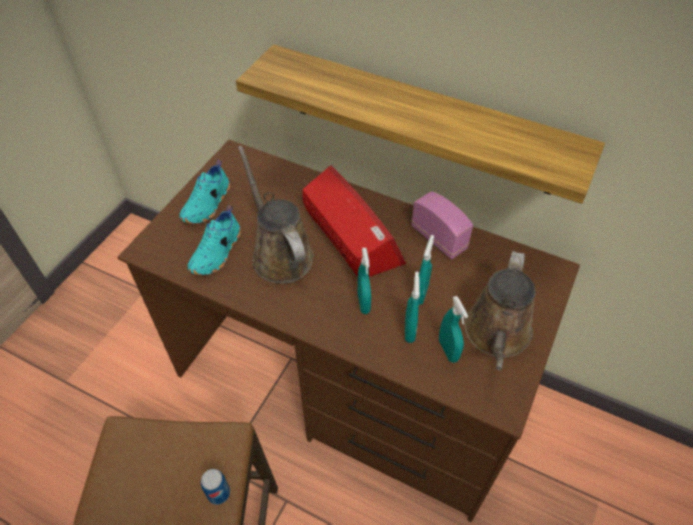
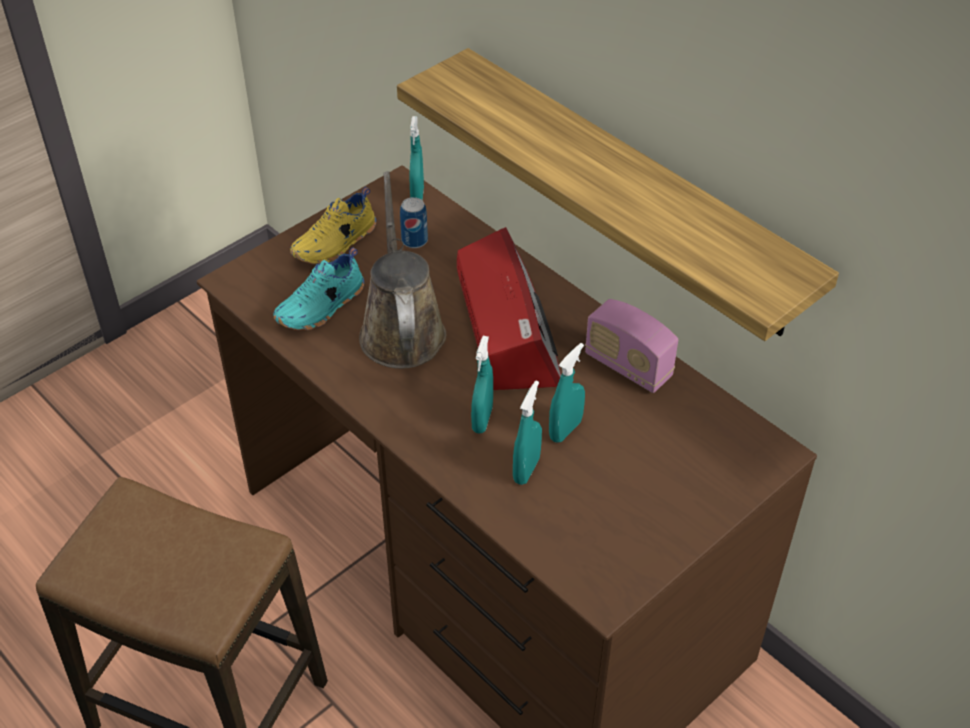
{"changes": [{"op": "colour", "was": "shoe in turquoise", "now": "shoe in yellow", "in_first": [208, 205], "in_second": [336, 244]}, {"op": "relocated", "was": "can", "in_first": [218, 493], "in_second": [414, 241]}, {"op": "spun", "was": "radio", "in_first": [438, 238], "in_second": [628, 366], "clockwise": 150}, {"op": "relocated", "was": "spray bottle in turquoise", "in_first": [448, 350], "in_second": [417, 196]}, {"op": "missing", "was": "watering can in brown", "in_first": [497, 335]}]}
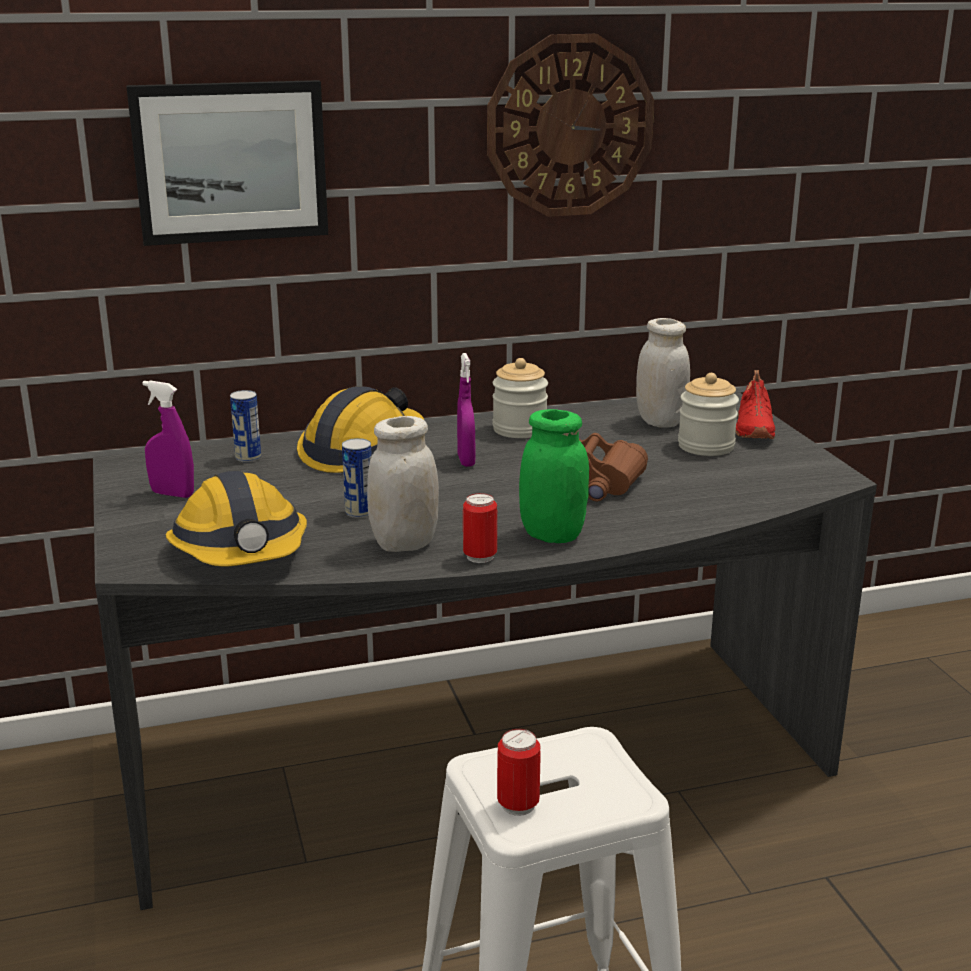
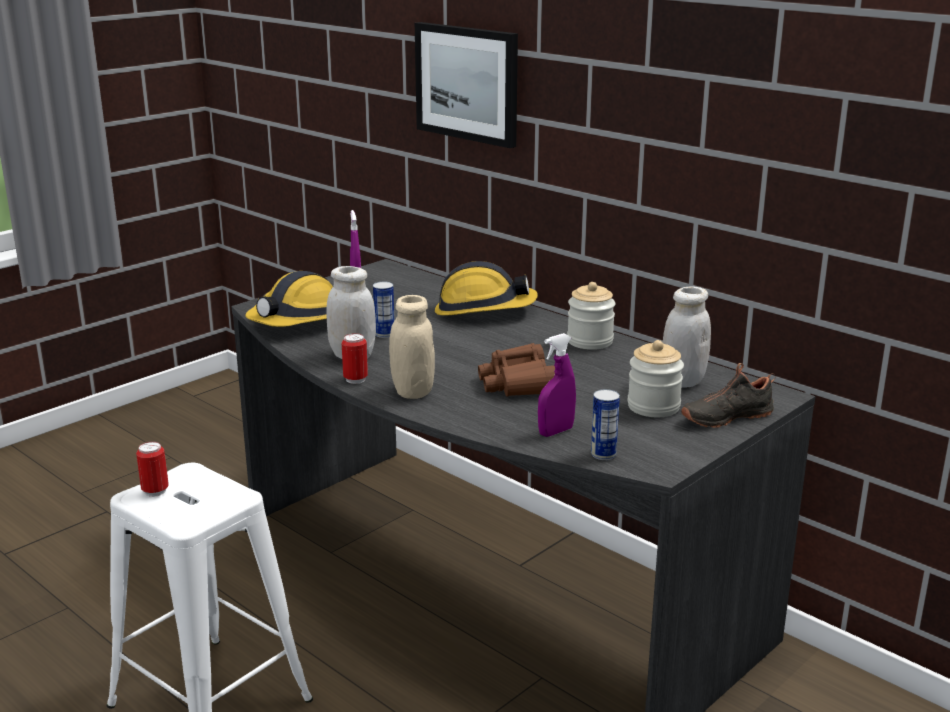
{"changes": [{"op": "relocated", "was": "can", "in_first": [248, 458], "in_second": [603, 454]}, {"op": "relocated", "was": "spray bottle in purple", "in_first": [466, 461], "in_second": [555, 431]}, {"op": "missing", "was": "wall clock", "in_first": [570, 126]}, {"op": "colour", "was": "jar in green", "now": "jar in beige", "in_first": [552, 535], "in_second": [413, 391]}, {"op": "colour", "was": "shoe in red", "now": "shoe in black", "in_first": [752, 428], "in_second": [725, 416]}]}
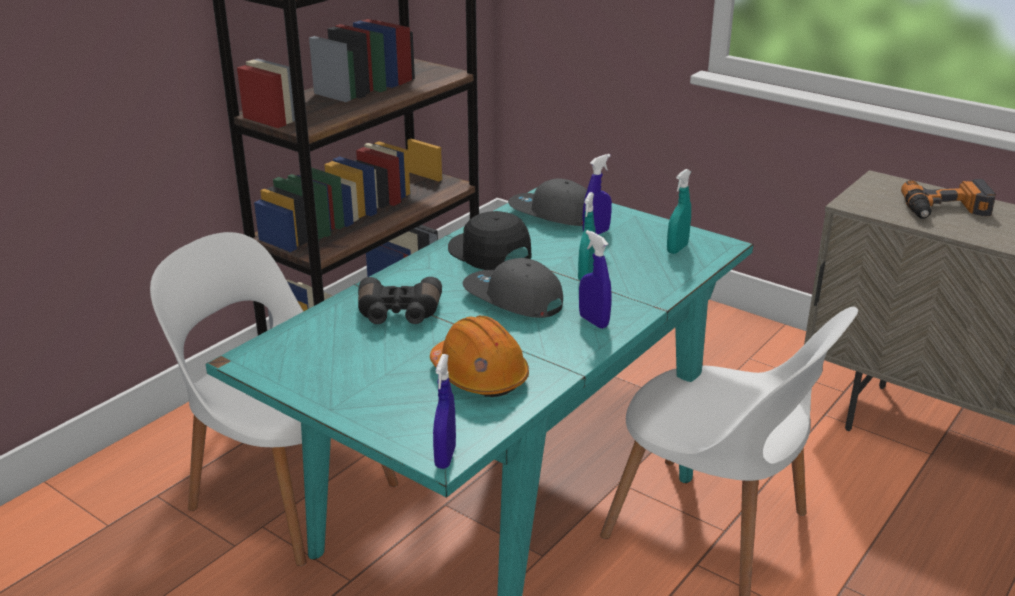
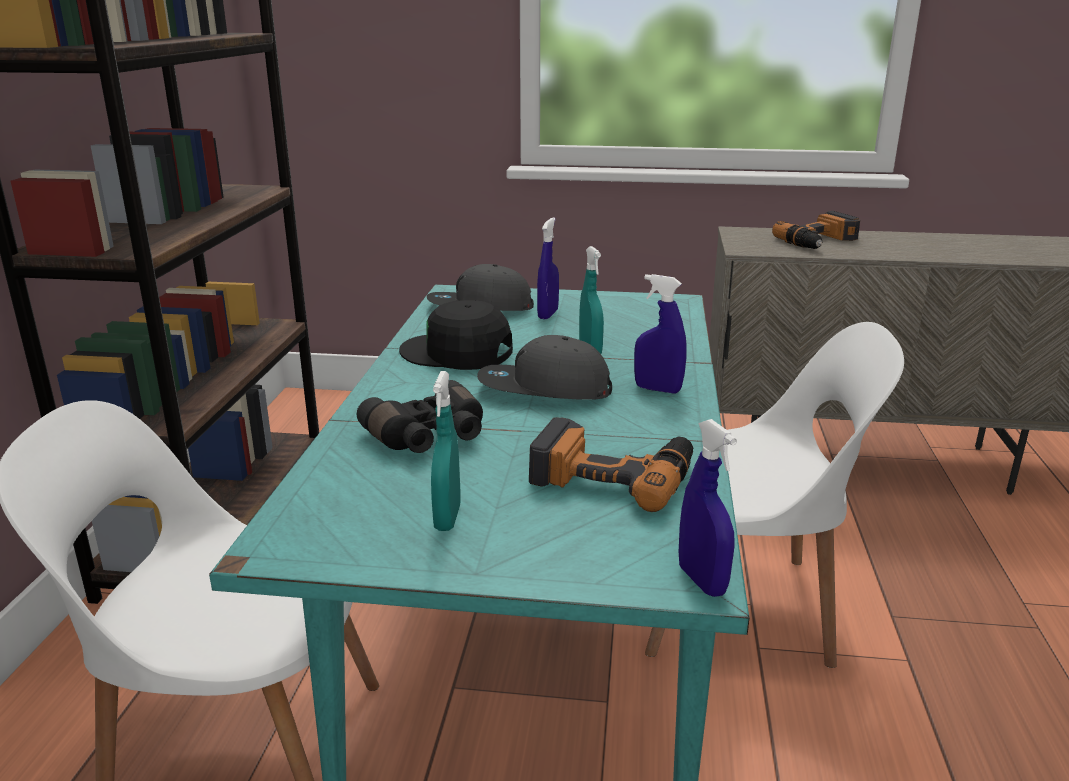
{"changes": [{"op": "exchanged", "was": "hard hat in orange", "now": "power drill", "in_first": [479, 375], "in_second": [612, 474]}, {"op": "relocated", "was": "spray bottle in turquoise", "in_first": [677, 249], "in_second": [447, 518]}]}
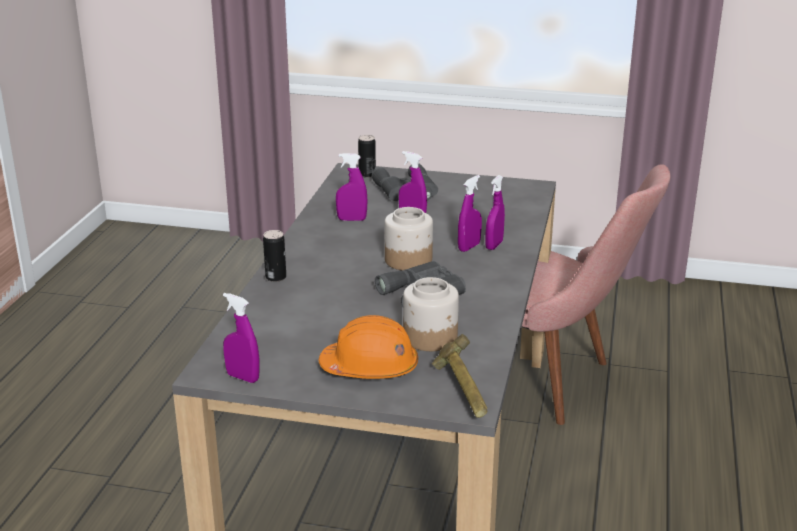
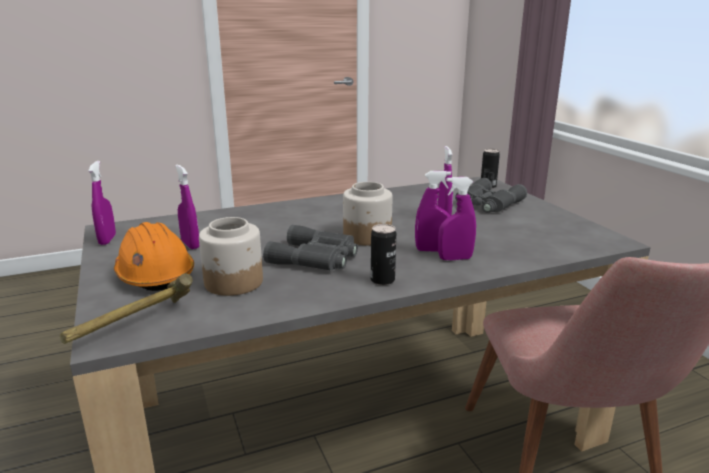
{"changes": [{"op": "relocated", "was": "can", "in_first": [276, 277], "in_second": [382, 280]}, {"op": "relocated", "was": "spray bottle in purple", "in_first": [352, 219], "in_second": [190, 244]}]}
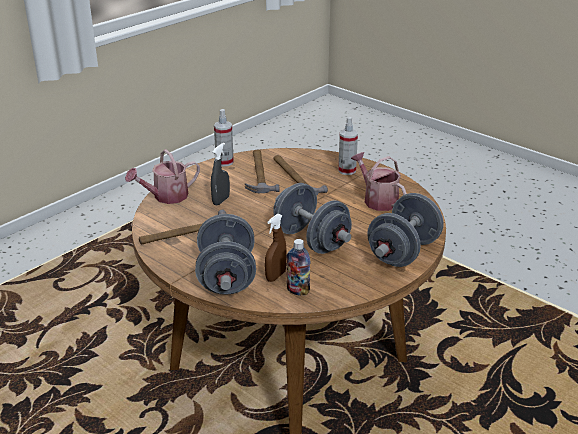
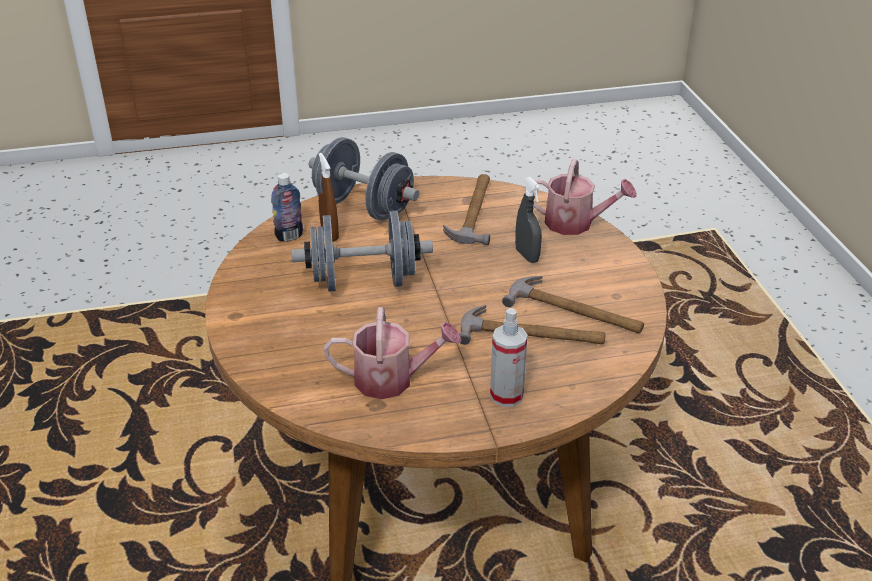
{"changes": [{"op": "spun", "was": "watering can", "in_first": [166, 197], "in_second": [576, 223], "clockwise": 105}, {"op": "missing", "was": "spray bottle", "in_first": [224, 162]}, {"op": "missing", "was": "dumbbell in grey", "in_first": [403, 252]}]}
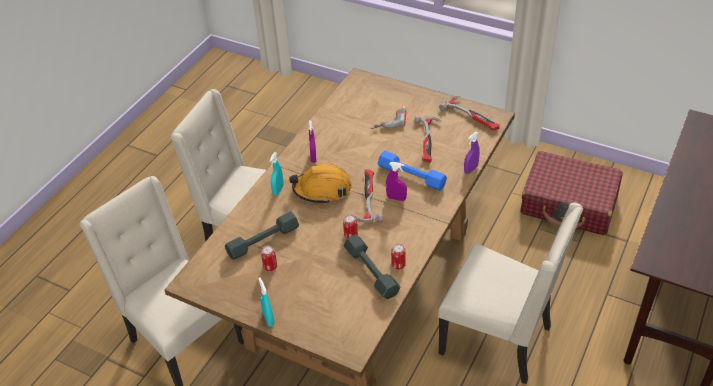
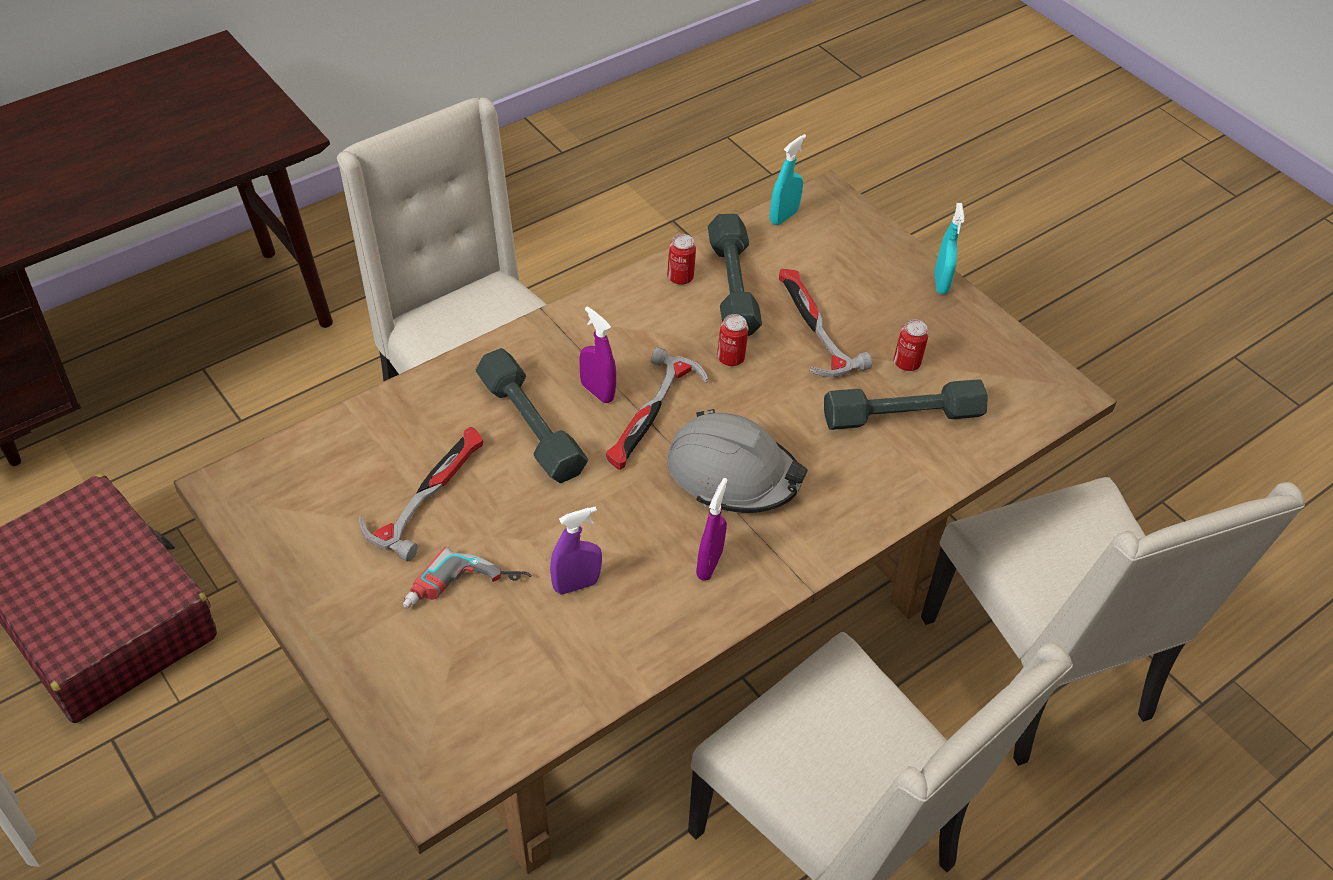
{"changes": [{"op": "relocated", "was": "spray bottle in turquoise", "in_first": [278, 190], "in_second": [783, 217]}, {"op": "colour", "was": "hard hat in orange", "now": "hard hat in grey", "in_first": [322, 189], "in_second": [732, 474]}, {"op": "colour", "was": "dumbbell in blue", "now": "dumbbell in grey", "in_first": [412, 176], "in_second": [530, 426]}, {"op": "relocated", "was": "hammer", "in_first": [472, 116], "in_second": [811, 327]}, {"op": "relocated", "was": "spray bottle in purple", "in_first": [470, 169], "in_second": [576, 585]}]}
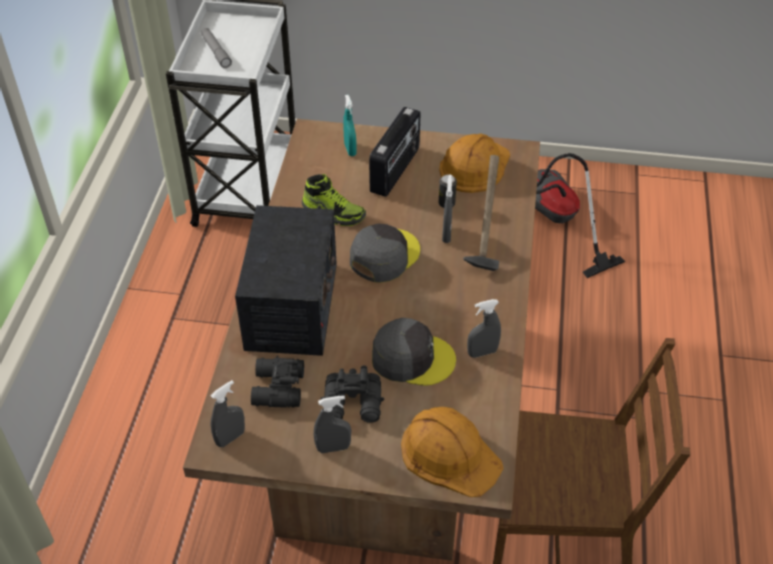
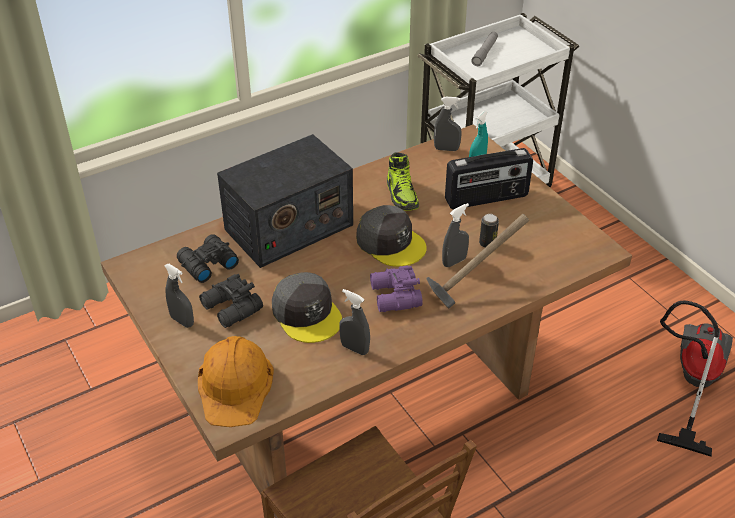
{"changes": [{"op": "relocated", "was": "spray bottle in grey", "in_first": [230, 438], "in_second": [446, 149]}, {"op": "spun", "was": "cap in grey", "in_first": [384, 256], "in_second": [391, 242], "clockwise": 45}, {"op": "missing", "was": "hard hat in orange", "in_first": [474, 166]}, {"op": "appeared", "now": "binoculars in purple", "in_second": [394, 297]}]}
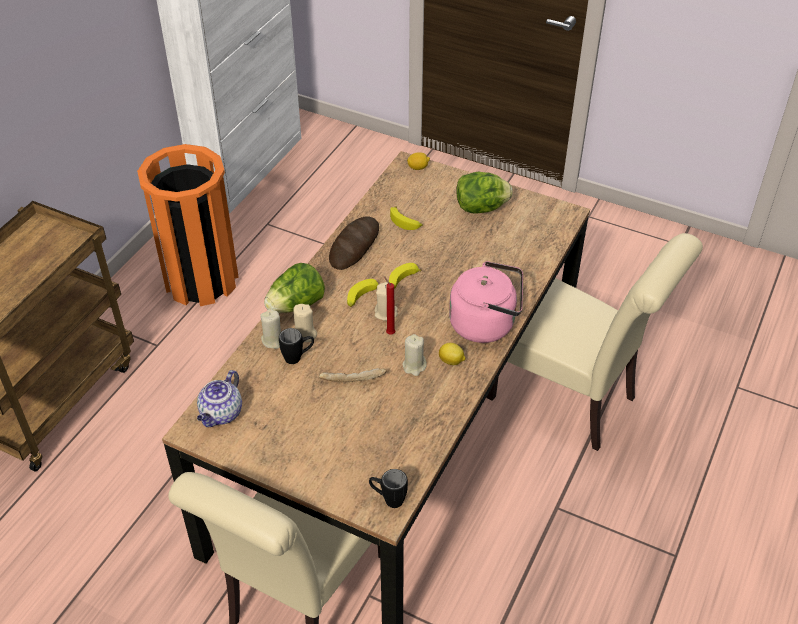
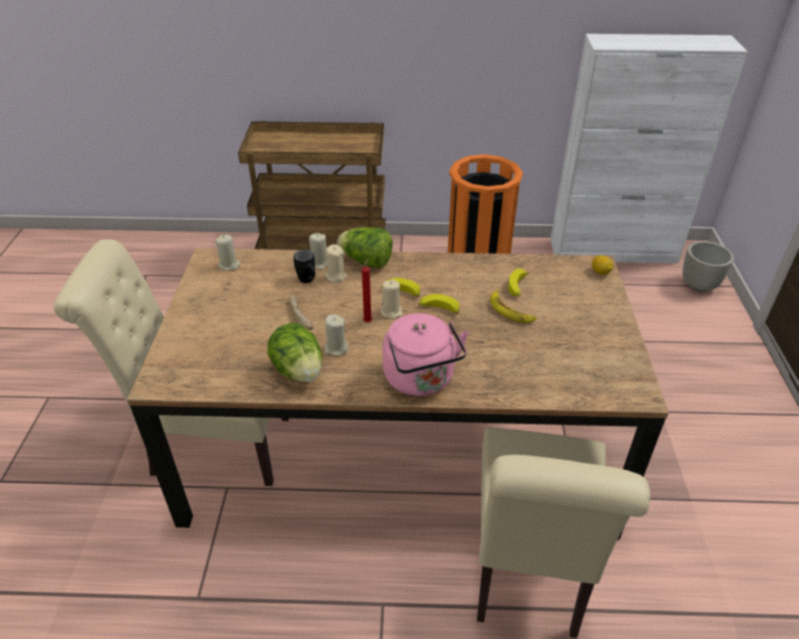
{"changes": [{"op": "exchanged", "was": "teapot", "now": "candle in beige", "in_first": [221, 414], "in_second": [229, 265]}, {"op": "missing", "was": "bread", "in_first": [354, 246]}, {"op": "missing", "was": "mug in black", "in_first": [388, 499]}, {"op": "missing", "was": "lemon", "in_first": [451, 361]}, {"op": "relocated", "was": "lettuce", "in_first": [481, 208], "in_second": [298, 370]}, {"op": "appeared", "now": "banana", "in_second": [510, 311]}, {"op": "appeared", "now": "planter in grey", "in_second": [699, 285]}]}
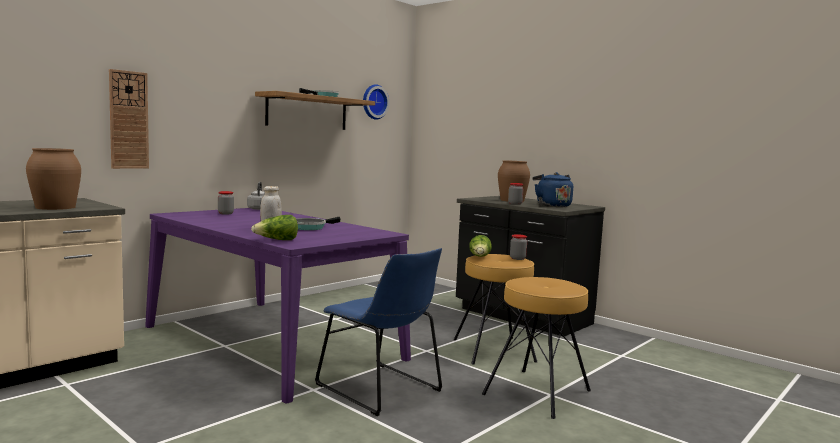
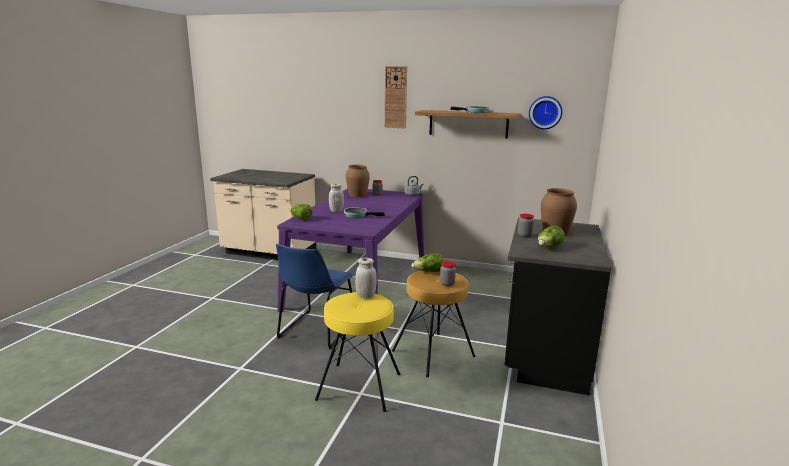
{"changes": [{"op": "relocated", "was": "vase in brown", "in_first": [55, 207], "in_second": [357, 195]}, {"op": "relocated", "was": "wall clock", "in_first": [128, 120], "in_second": [395, 97]}, {"op": "colour", "was": "stool in brown", "now": "stool in yellow", "in_first": [538, 392], "in_second": [359, 387]}, {"op": "exchanged", "was": "kettle in blue", "now": "lettuce", "in_first": [552, 205], "in_second": [549, 247]}, {"op": "appeared", "now": "jar in white", "in_second": [365, 296]}]}
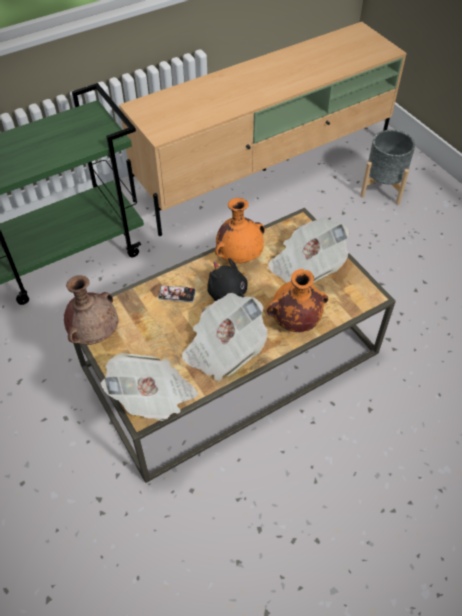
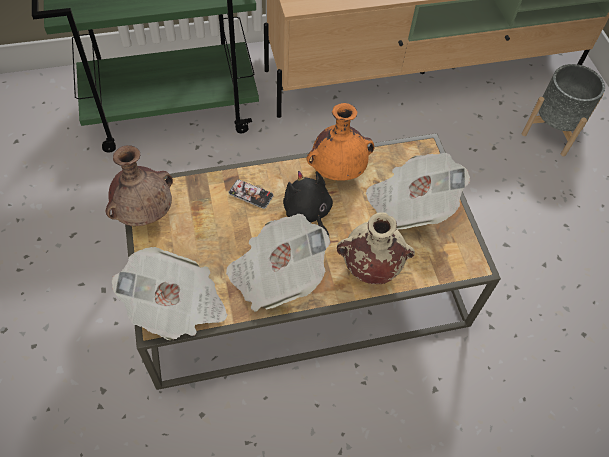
{"changes": [{"op": "colour", "was": "vase in orange", "now": "vase in beige", "in_first": [294, 321], "in_second": [370, 267]}]}
